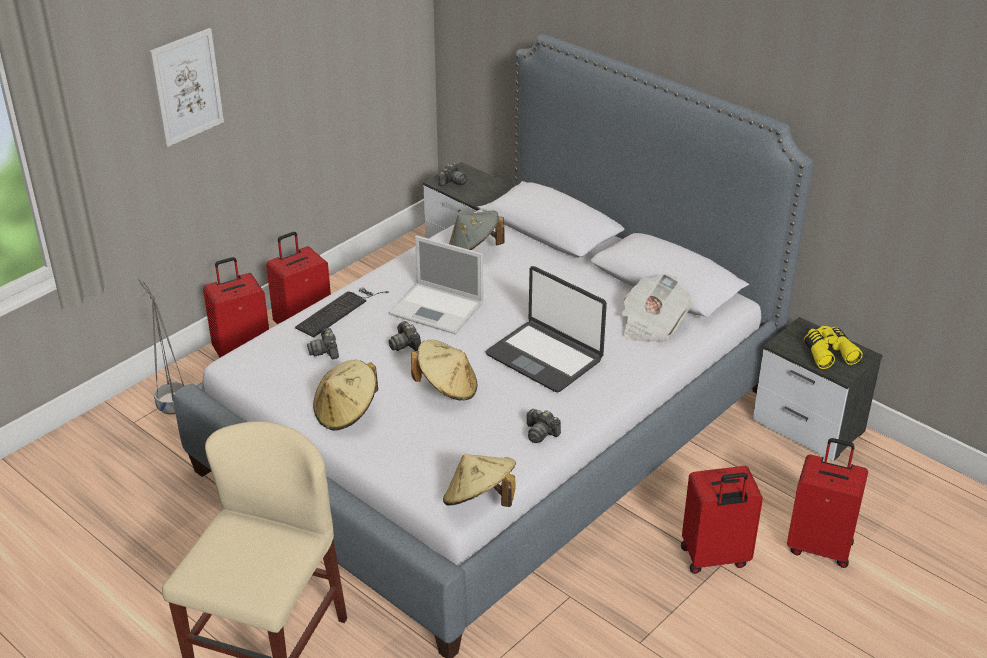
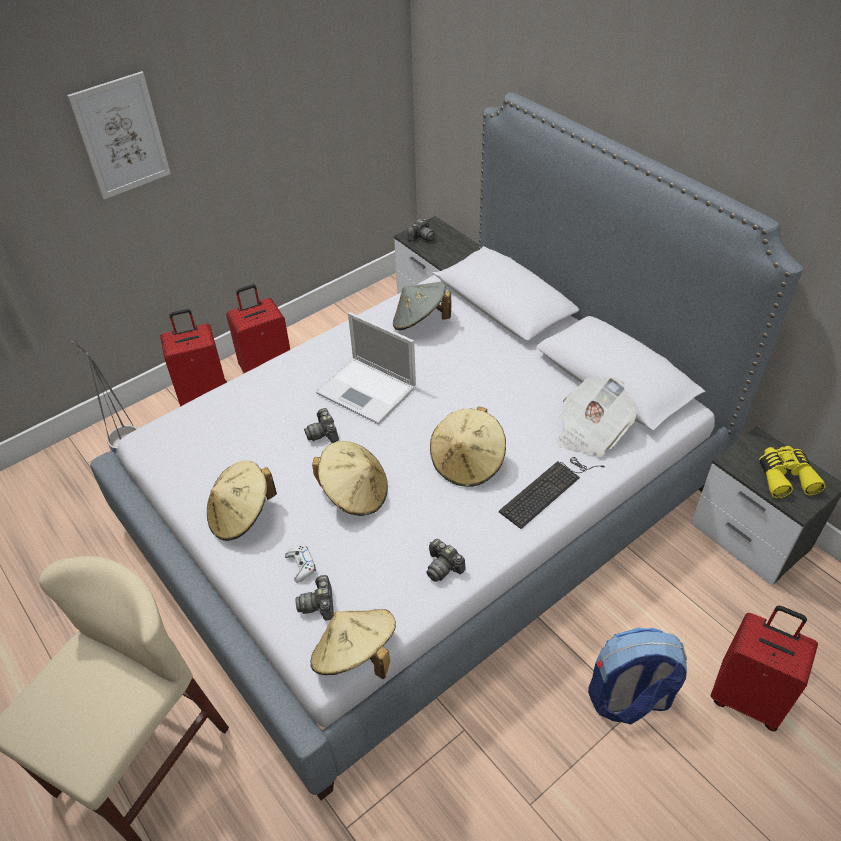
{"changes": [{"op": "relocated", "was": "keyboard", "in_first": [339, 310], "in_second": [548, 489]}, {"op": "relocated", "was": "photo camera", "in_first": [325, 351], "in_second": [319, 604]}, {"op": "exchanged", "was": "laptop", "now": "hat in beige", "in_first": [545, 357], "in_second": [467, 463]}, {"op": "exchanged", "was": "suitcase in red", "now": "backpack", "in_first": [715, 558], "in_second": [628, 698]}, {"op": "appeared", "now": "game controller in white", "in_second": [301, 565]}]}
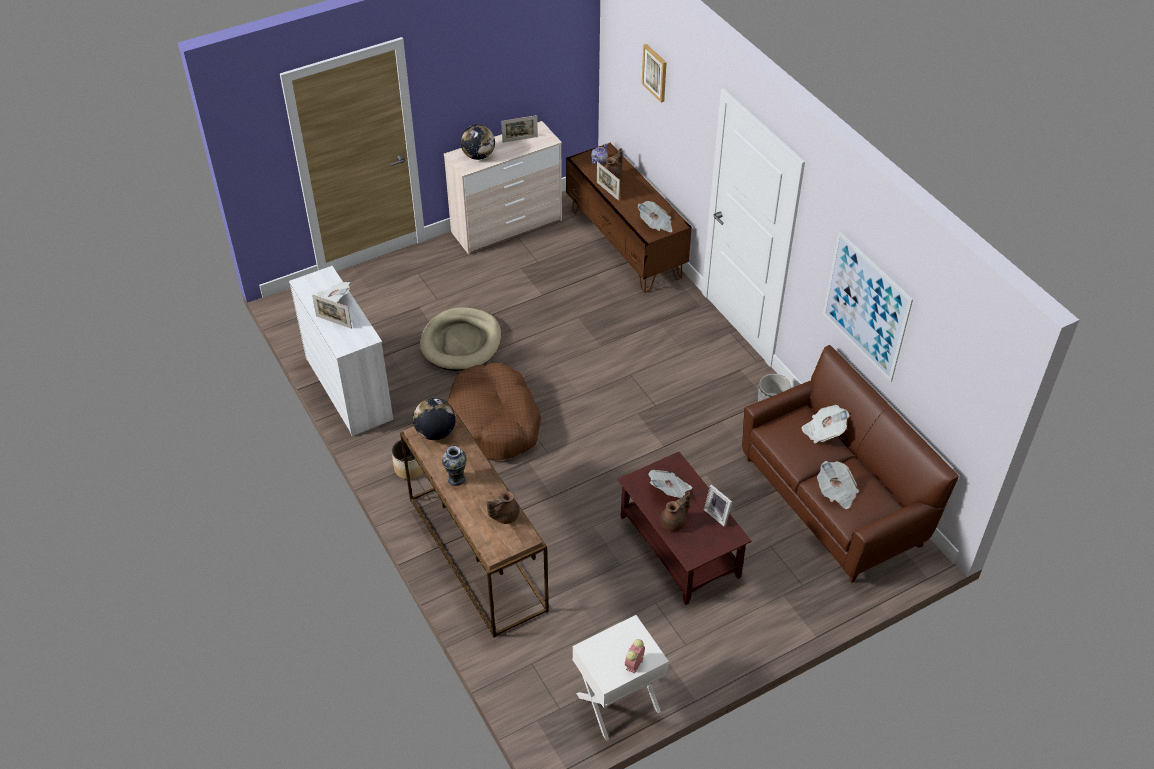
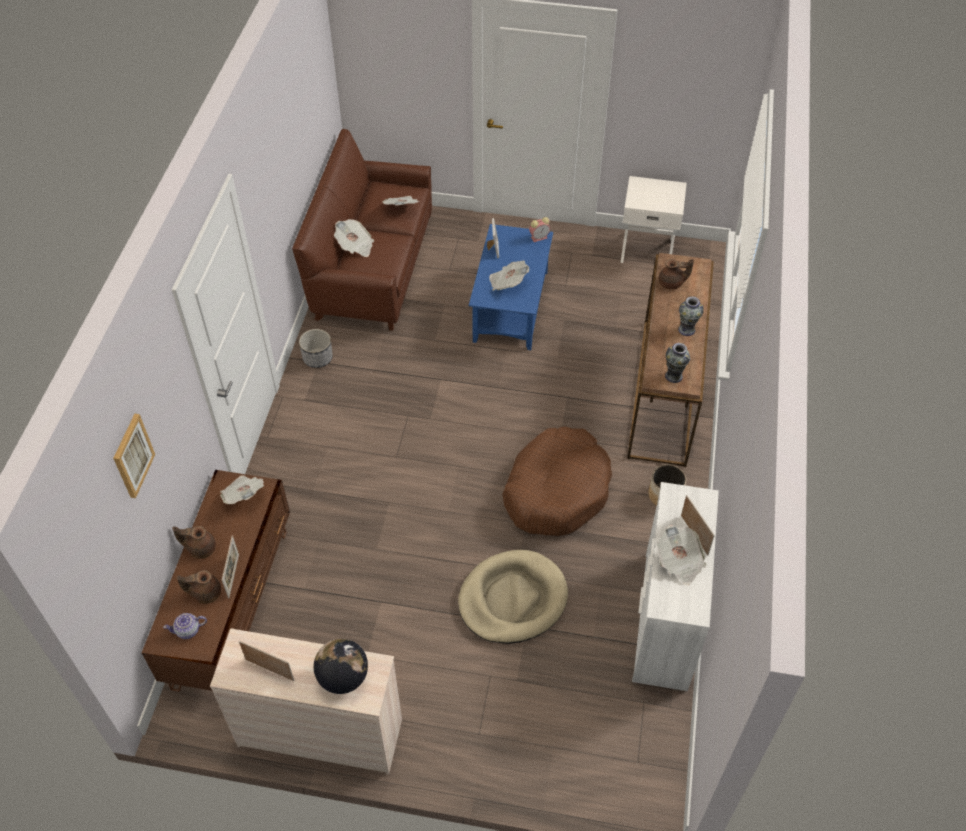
{"changes": [{"op": "exchanged", "was": "globe", "now": "vase", "in_first": [435, 432], "in_second": [673, 376]}, {"op": "colour", "was": "coffee table in brown", "now": "coffee table in blue", "in_first": [680, 547], "in_second": [510, 305]}, {"op": "relocated", "was": "alarm clock", "in_first": [634, 664], "in_second": [539, 237]}, {"op": "relocated", "was": "teapot in brown", "in_first": [674, 522], "in_second": [200, 548]}, {"op": "missing", "was": "picture", "in_first": [866, 306]}]}
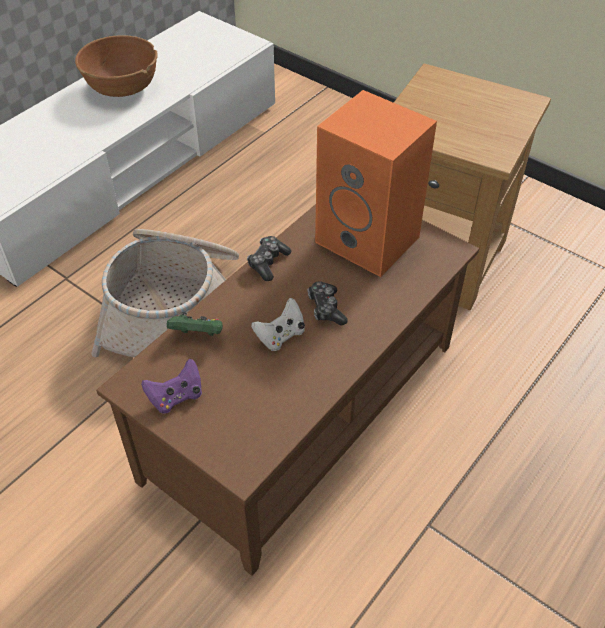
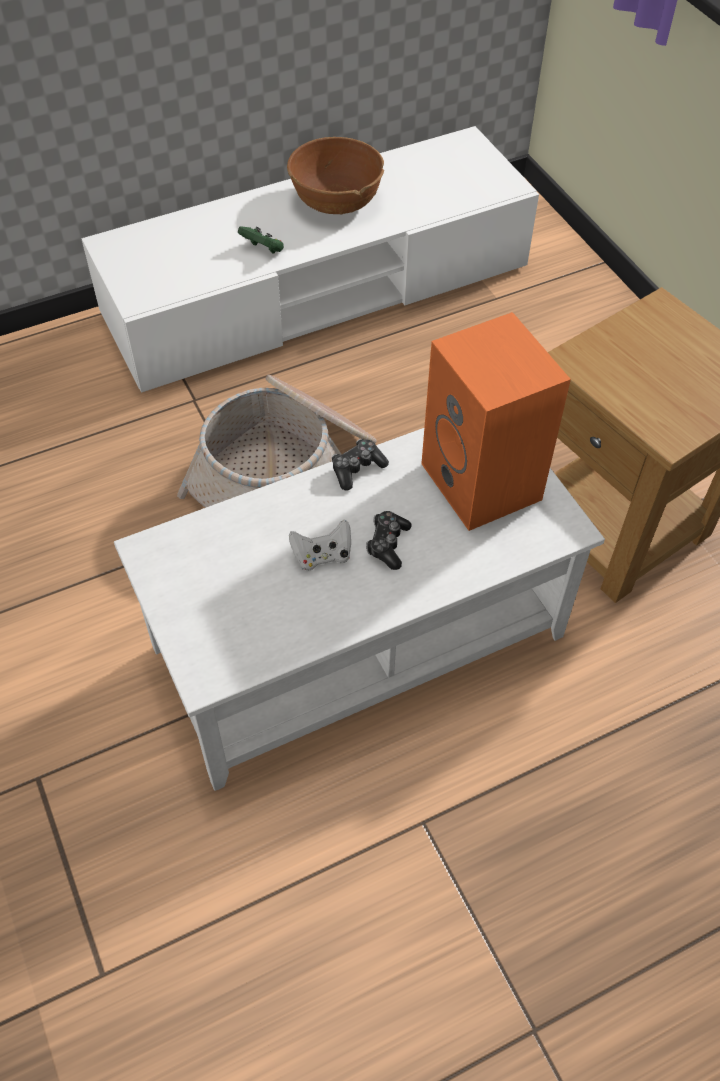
{"changes": [{"op": "colour", "was": "coffee table in brown", "now": "coffee table in white", "in_first": [300, 409], "in_second": [358, 639]}, {"op": "missing", "was": "game controller in purple", "in_first": [176, 397]}, {"op": "relocated", "was": "game controller in green", "in_first": [198, 334], "in_second": [263, 250]}]}
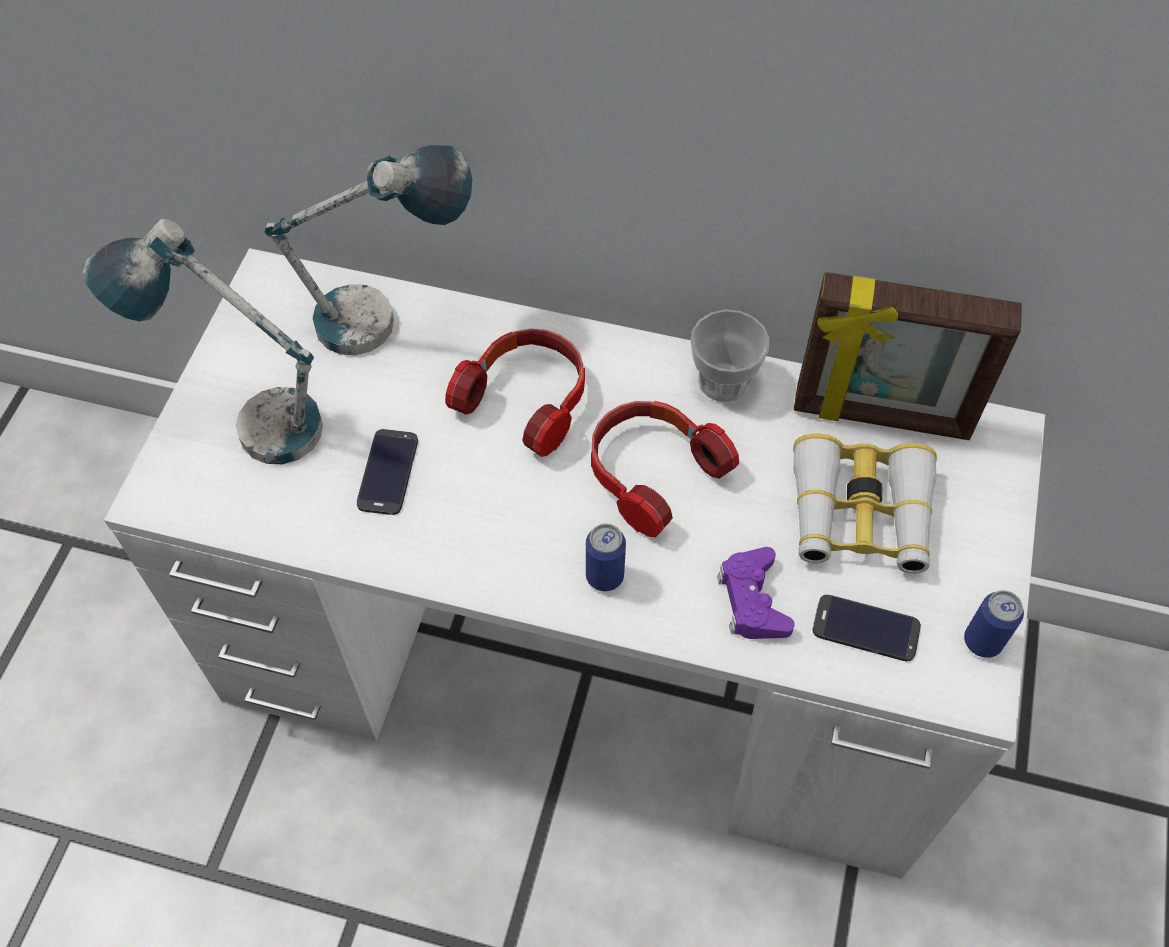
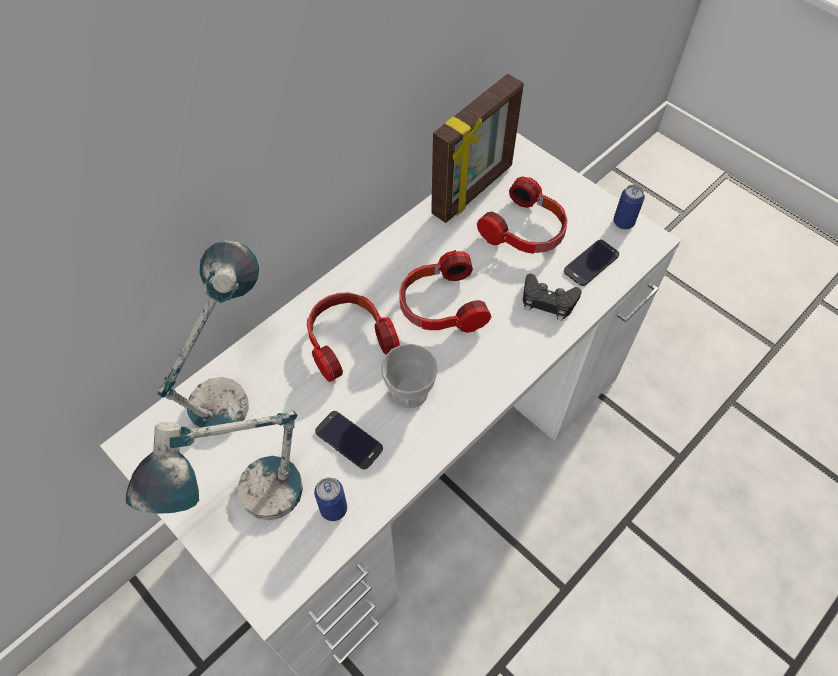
{"changes": [{"op": "relocated", "was": "can", "in_first": [604, 576], "in_second": [333, 509]}, {"op": "relocated", "was": "cup", "in_first": [723, 381], "in_second": [410, 391]}, {"op": "colour", "was": "game controller in purple", "now": "game controller in black", "in_first": [753, 600], "in_second": [548, 301]}, {"op": "exchanged", "was": "binoculars", "now": "headphones", "in_first": [859, 516], "in_second": [526, 231]}]}
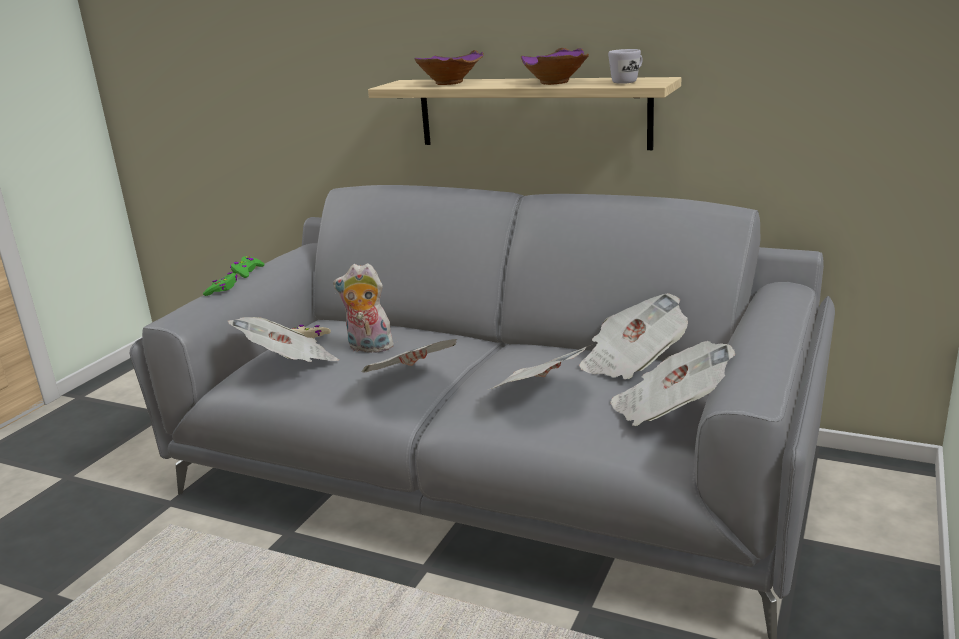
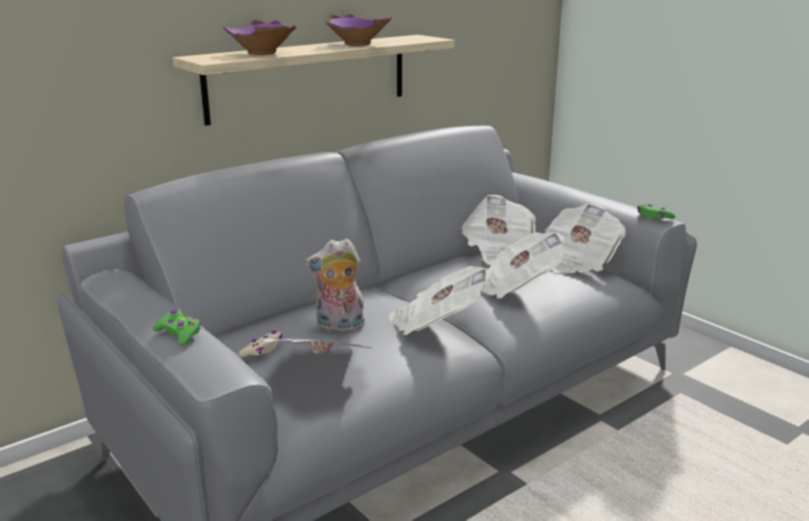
{"changes": [{"op": "relocated", "was": "game controller in green", "in_first": [247, 271], "in_second": [653, 217]}, {"op": "spun", "was": "plush toy", "in_first": [368, 348], "in_second": [339, 327], "clockwise": 45}, {"op": "missing", "was": "mug in white", "in_first": [628, 81]}]}
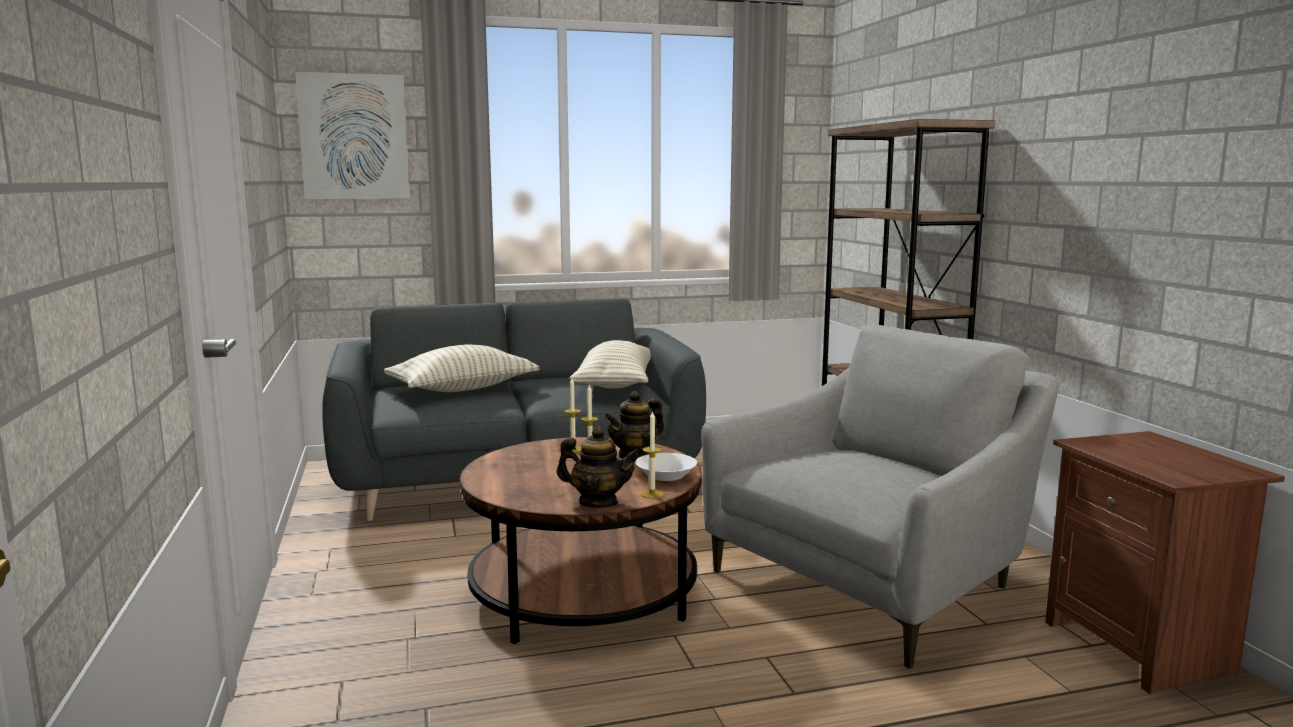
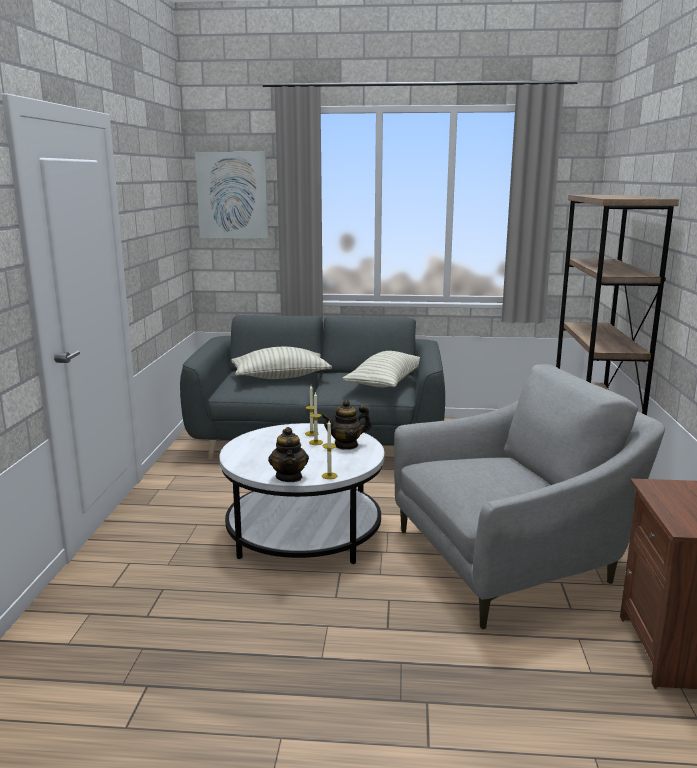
{"changes": [{"op": "colour", "was": "coffee table in brown", "now": "coffee table in white", "in_first": [583, 593], "in_second": [304, 532]}, {"op": "spun", "was": "teapot", "in_first": [598, 502], "in_second": [289, 477], "clockwise": 45}, {"op": "missing", "was": "bowl in white", "in_first": [666, 476]}]}
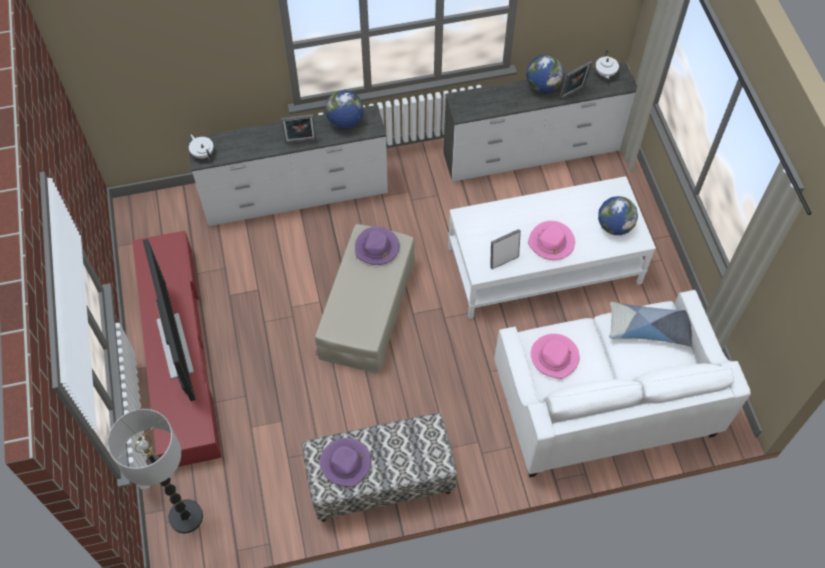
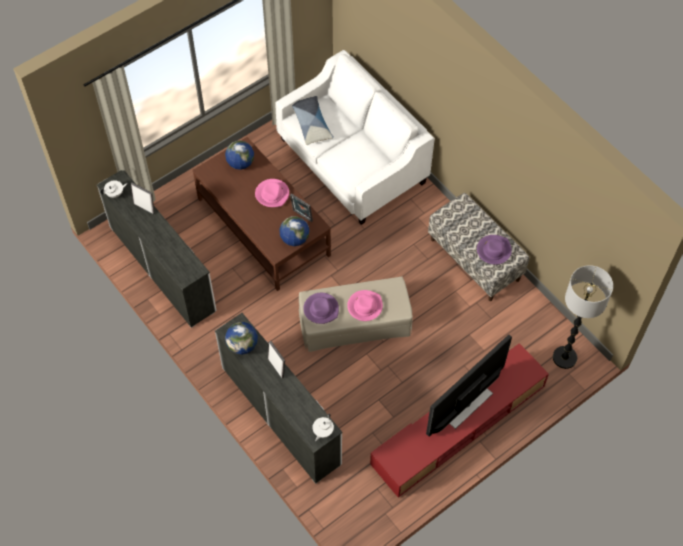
{"changes": [{"op": "colour", "was": "coffee table in white", "now": "coffee table in brown", "in_first": [543, 265], "in_second": [263, 227]}, {"op": "relocated", "was": "globe", "in_first": [542, 86], "in_second": [294, 239]}, {"op": "relocated", "was": "hat in pink", "in_first": [555, 357], "in_second": [365, 306]}]}
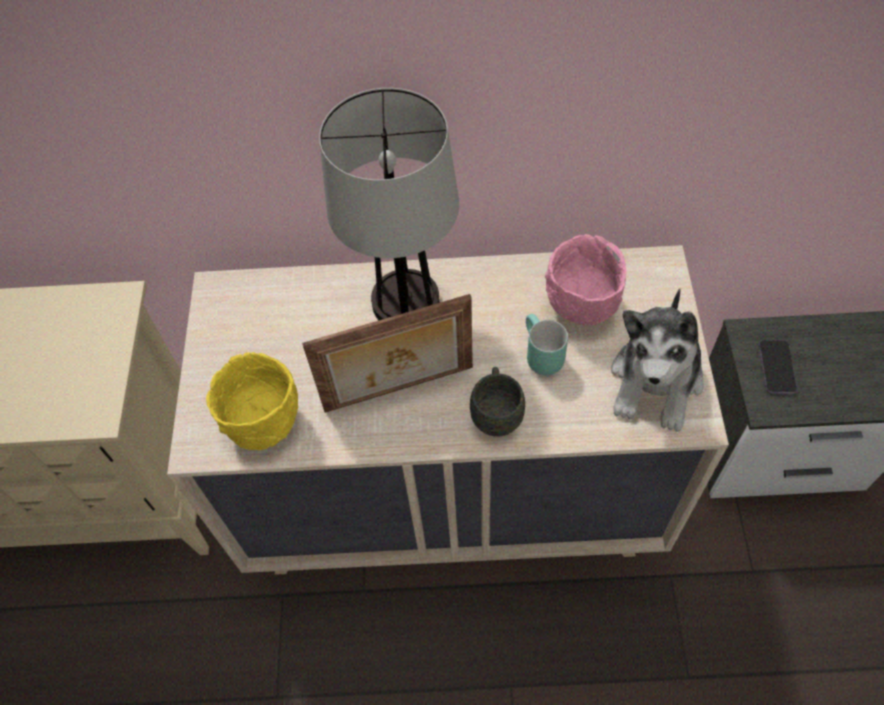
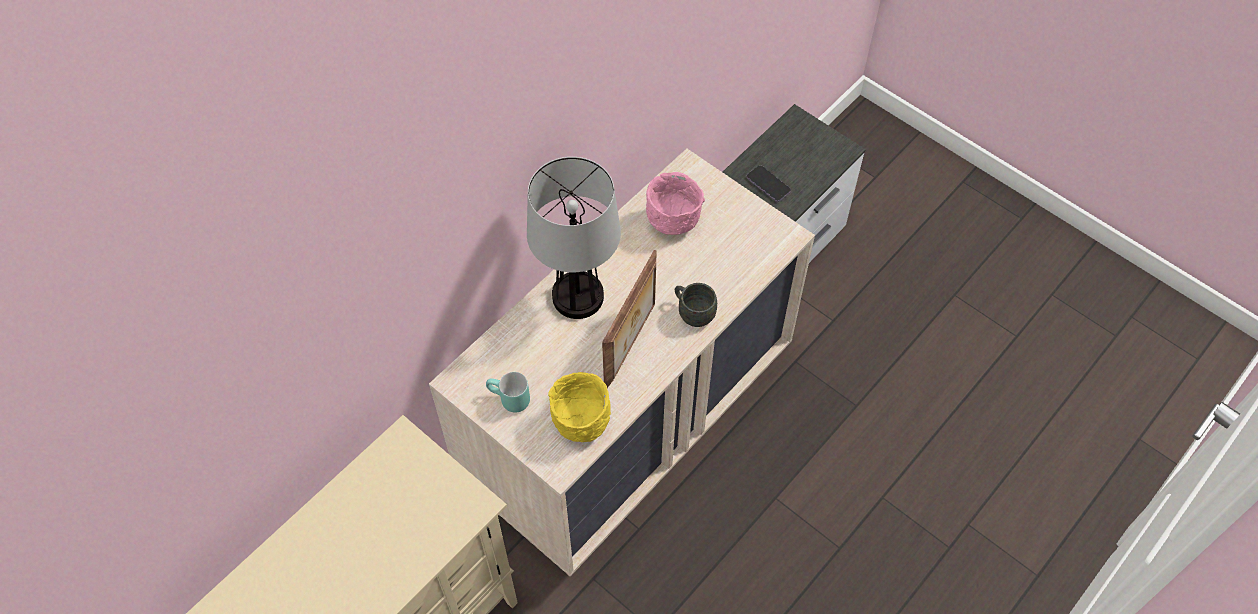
{"changes": [{"op": "relocated", "was": "mug in turquoise", "in_first": [538, 355], "in_second": [508, 401]}, {"op": "missing", "was": "plush toy", "in_first": [656, 381]}]}
